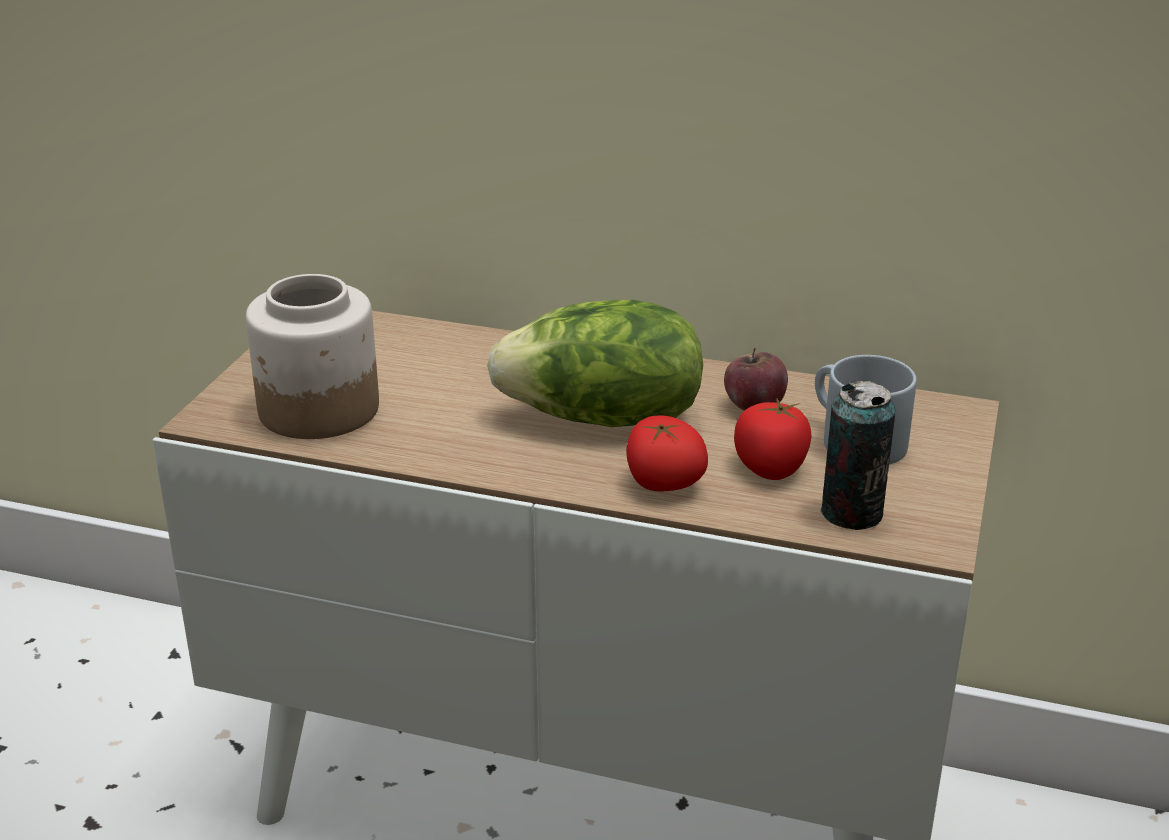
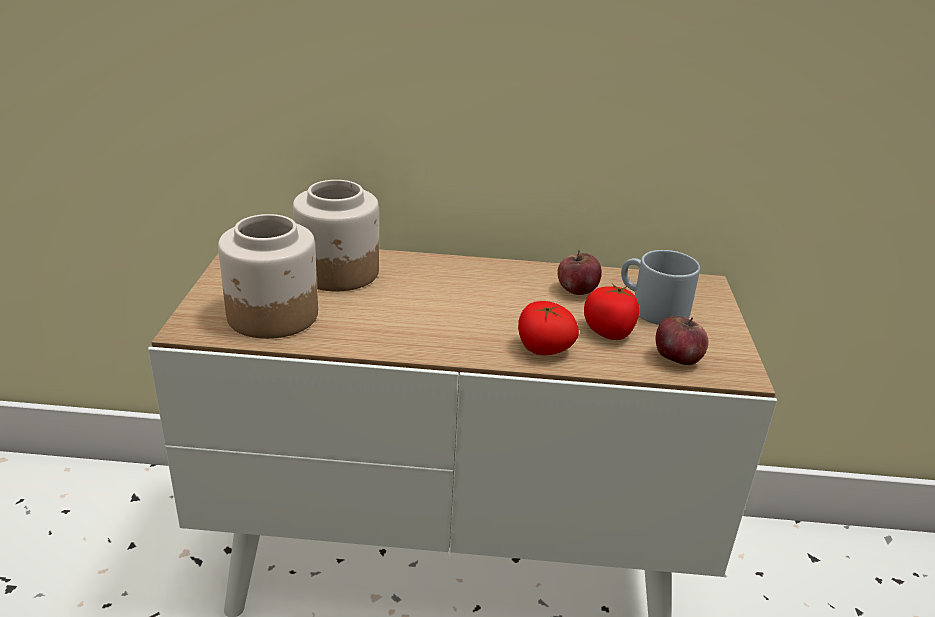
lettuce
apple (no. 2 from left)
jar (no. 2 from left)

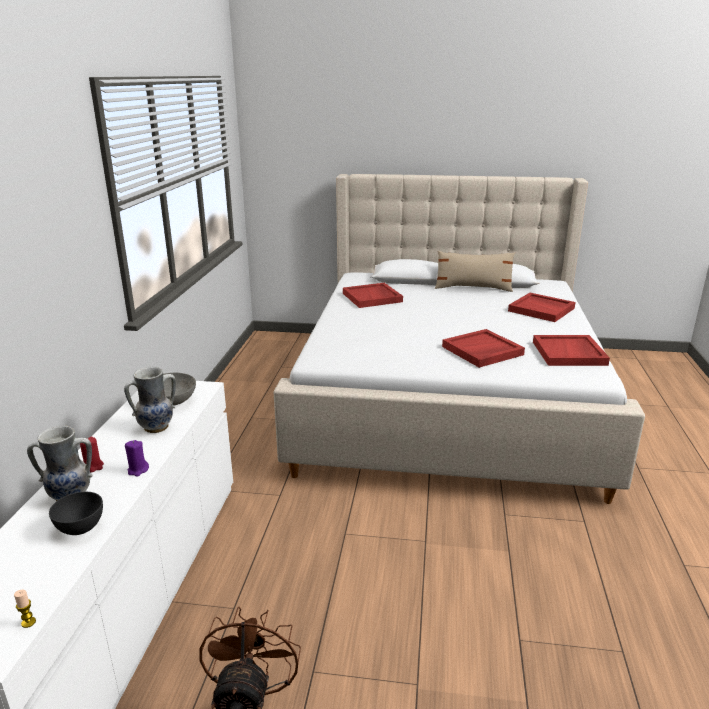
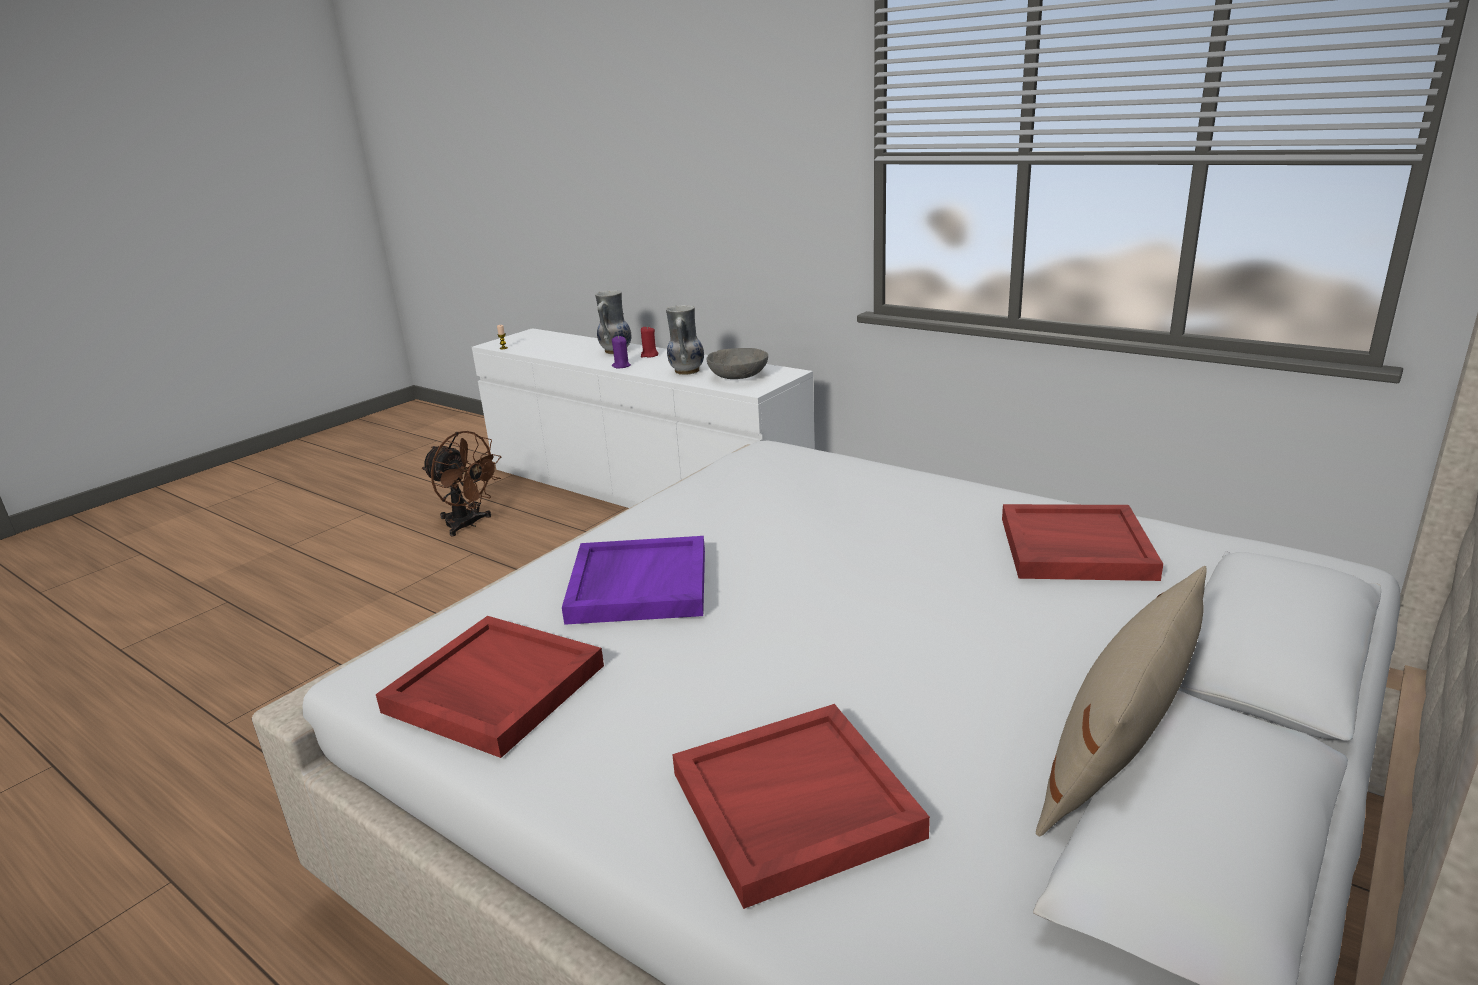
grey bowl (no. 1 from left in the first image)
purple tray

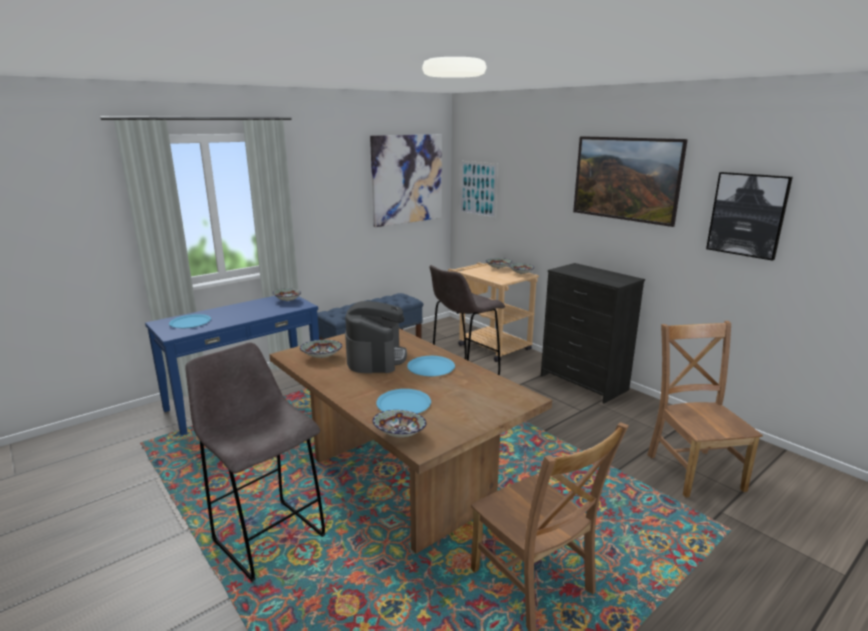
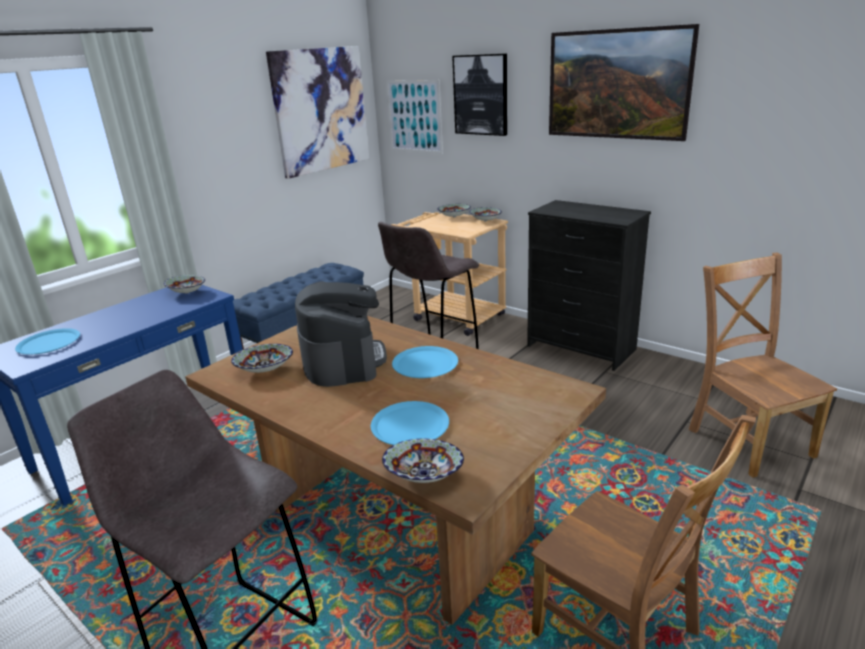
picture (no. 3 from left)

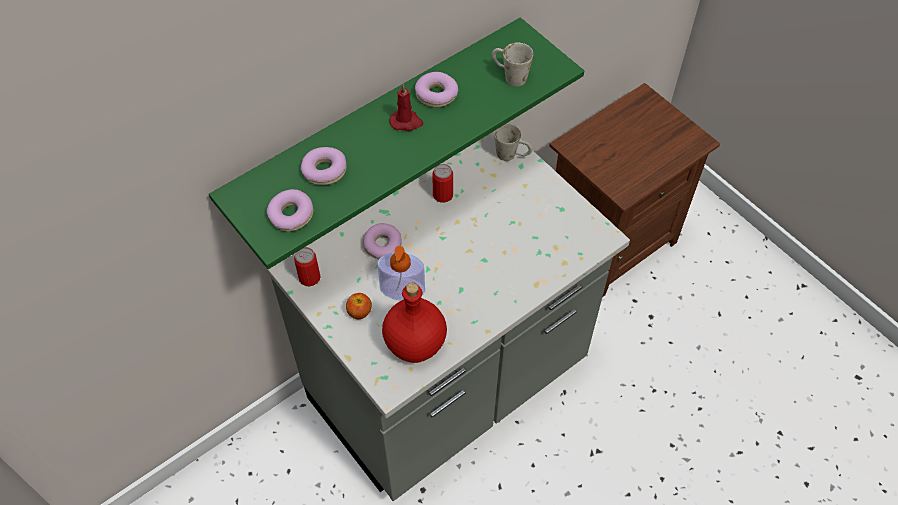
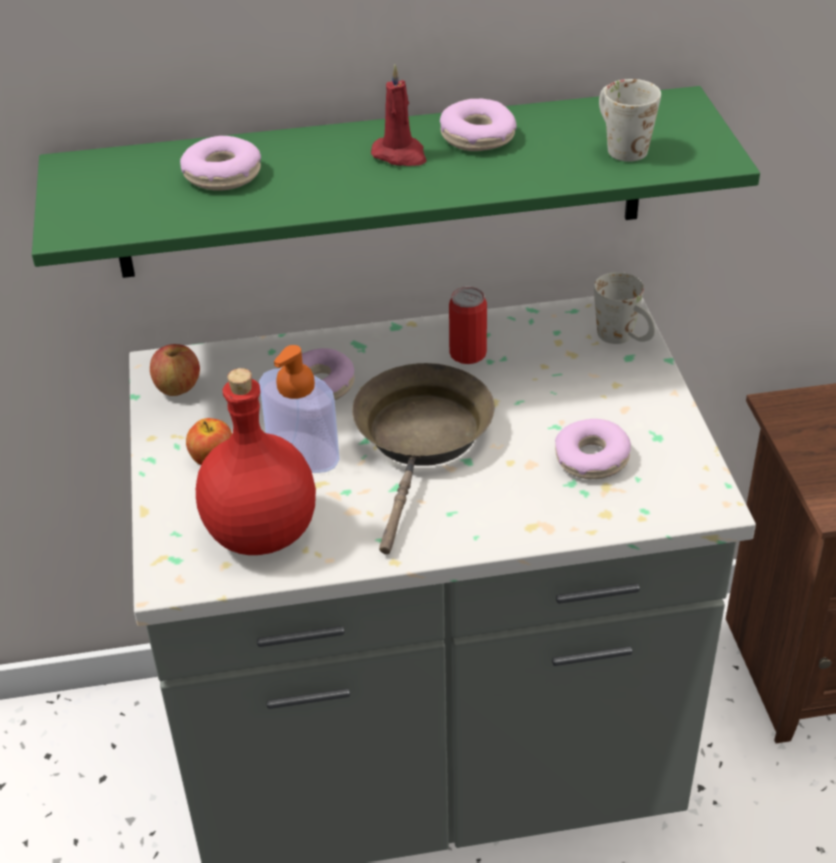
donut (no. 4 from left)
apple (no. 1 from left)
brown frying pan

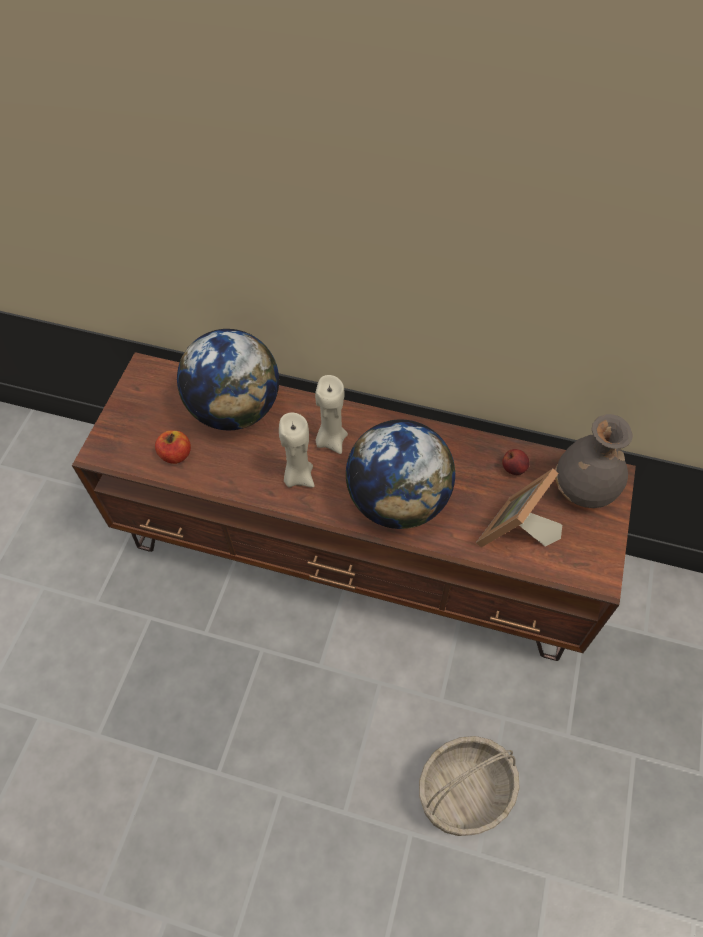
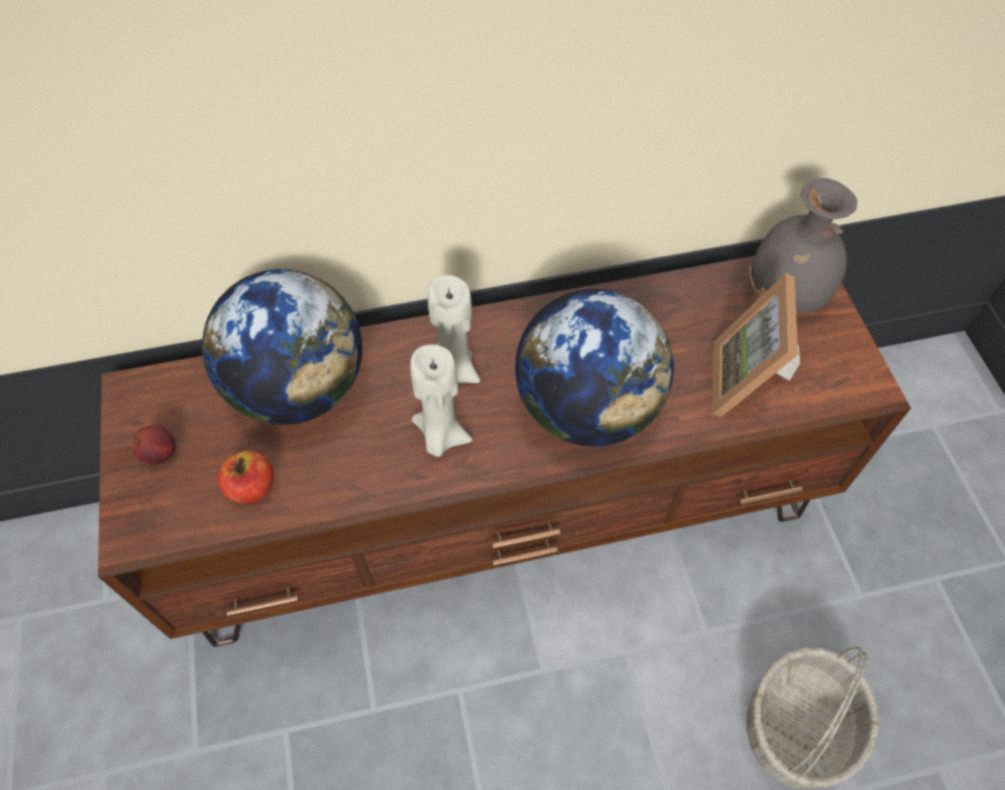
apple (no. 1 from left)

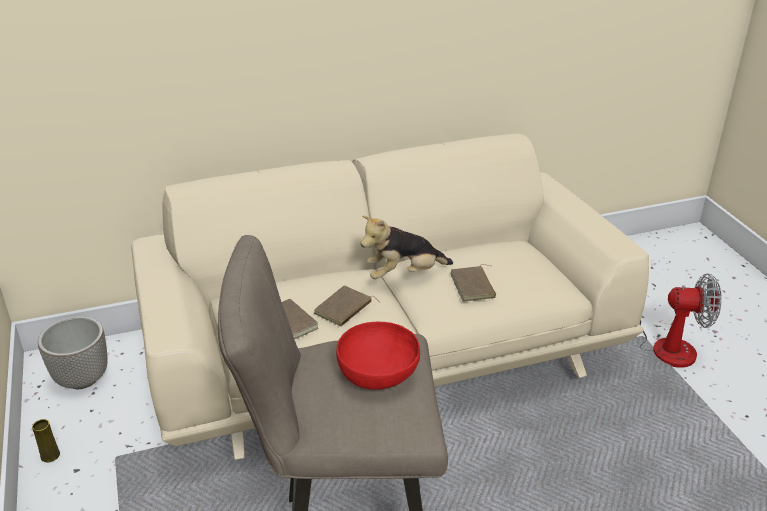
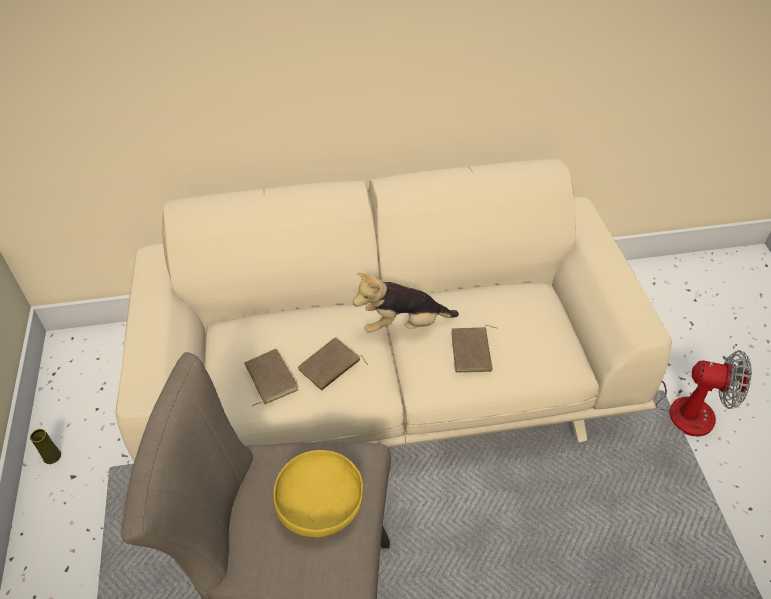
planter
yellow bowl

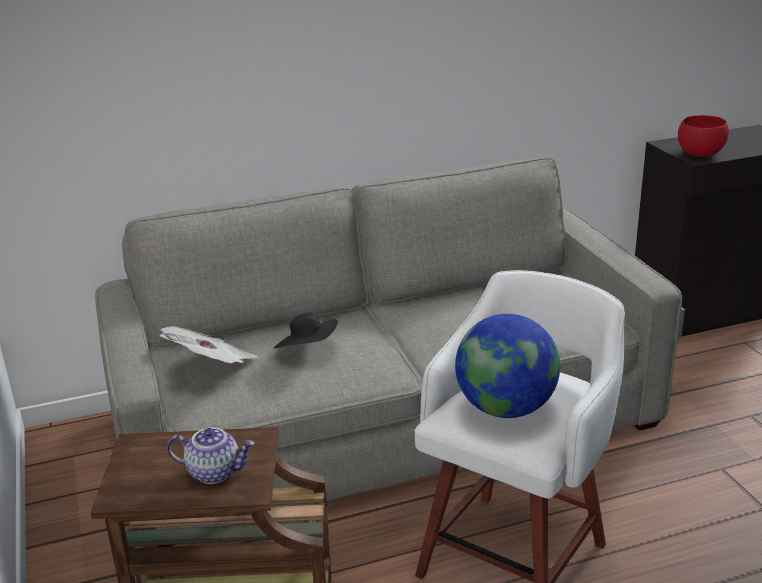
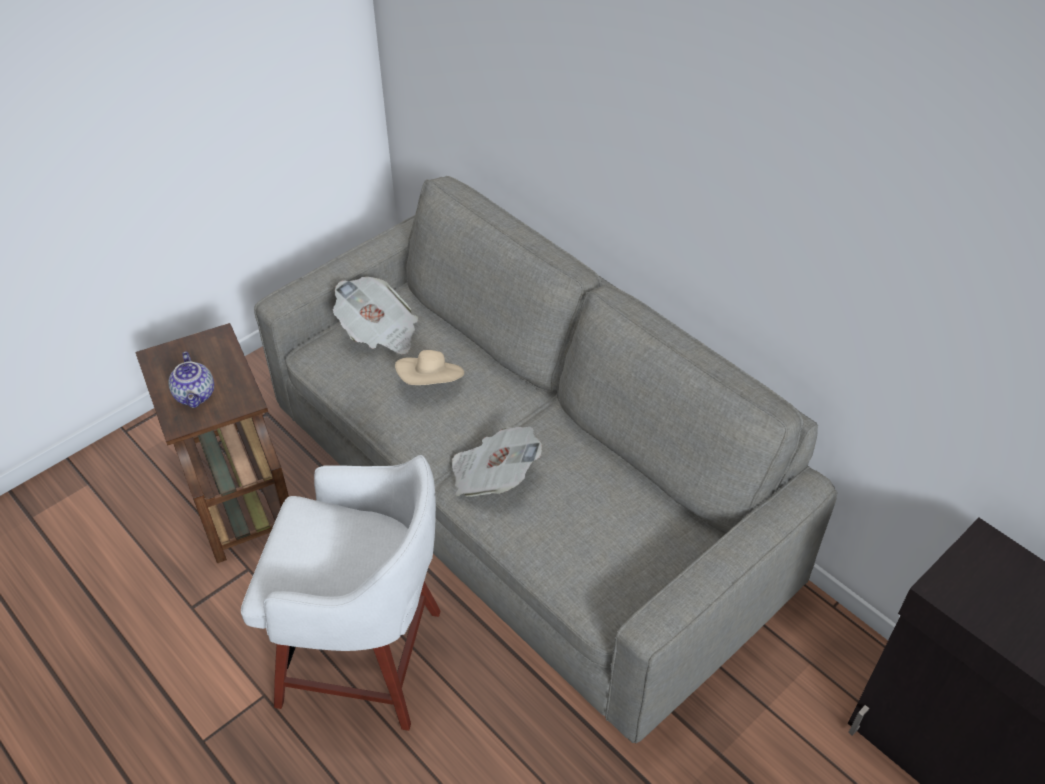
beige hat
globe
red bowl
newspaper (no. 2 from left)

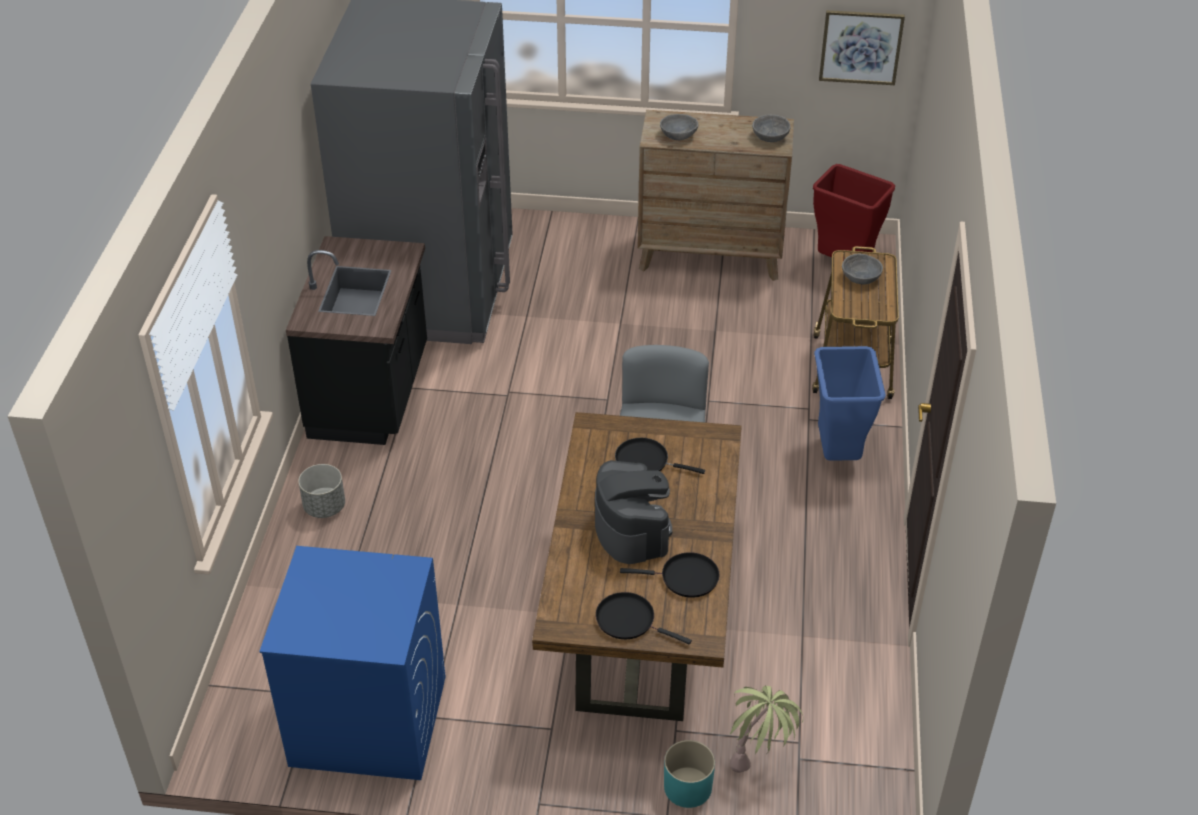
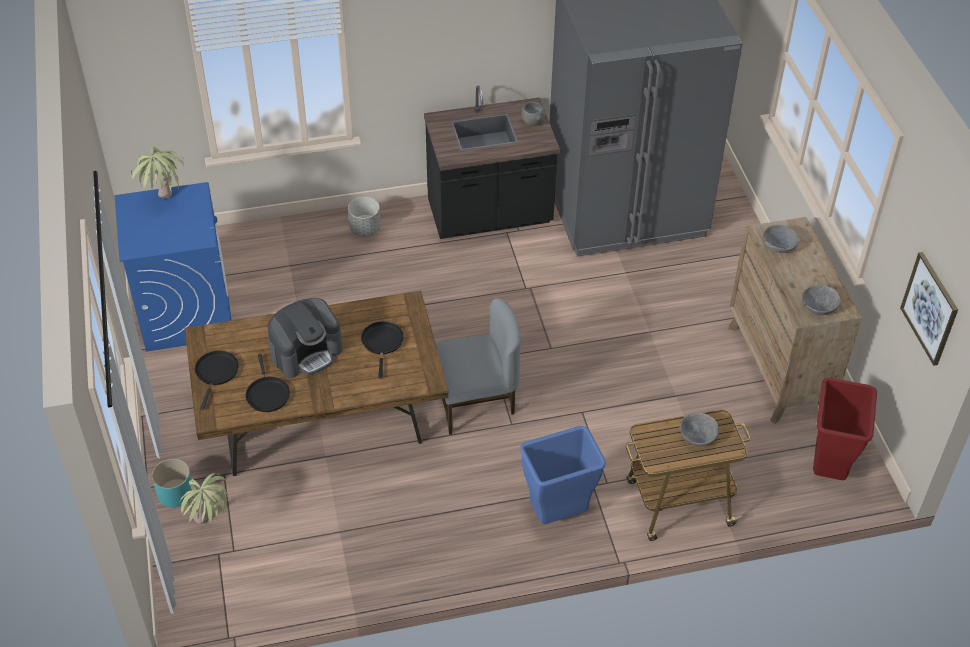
potted plant (no. 1 from left)
grey bowl (no. 1 from left)

